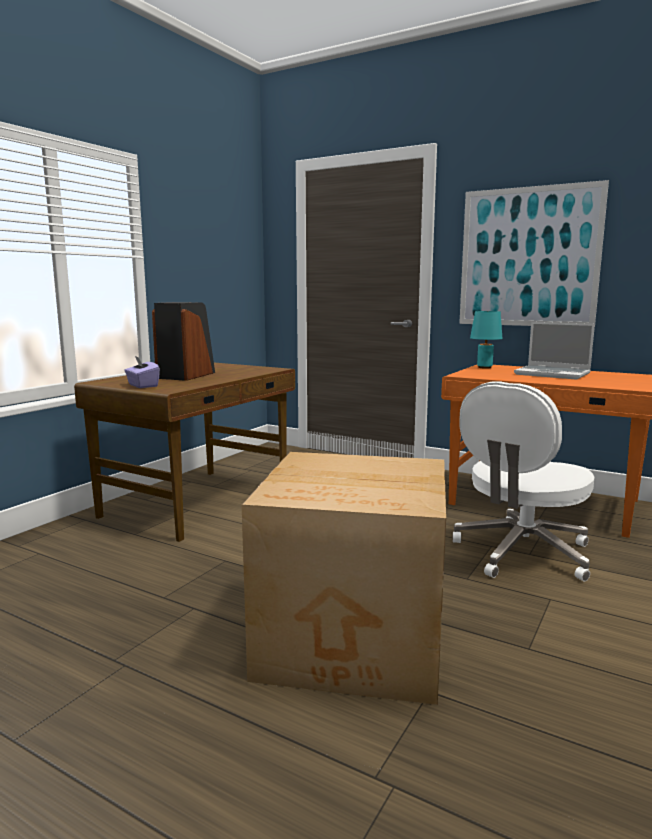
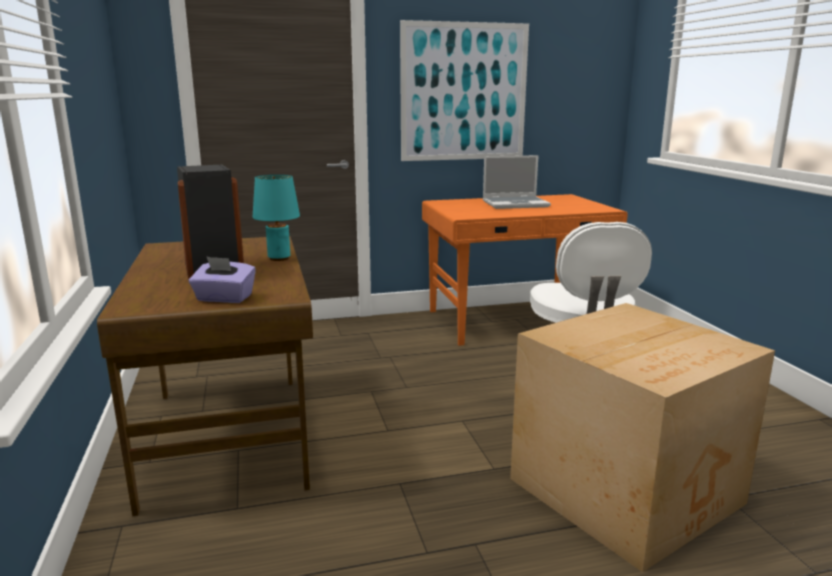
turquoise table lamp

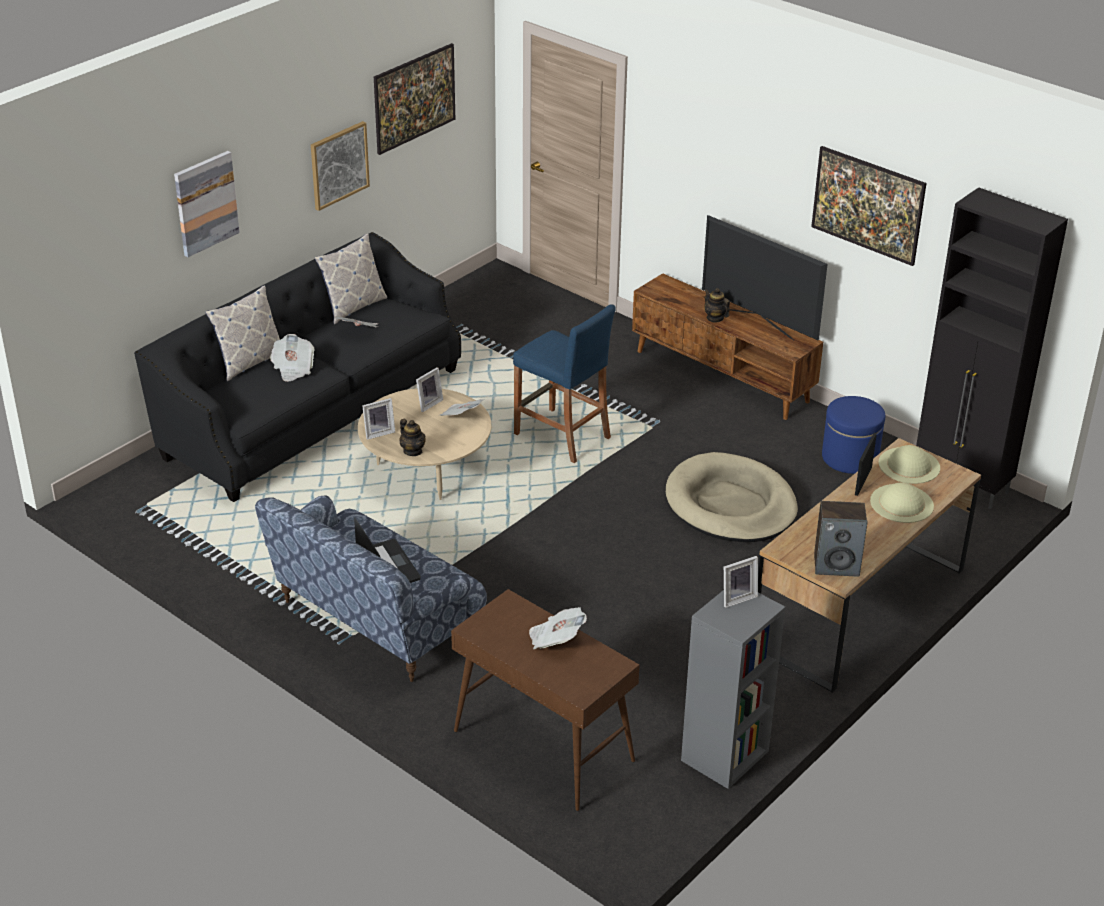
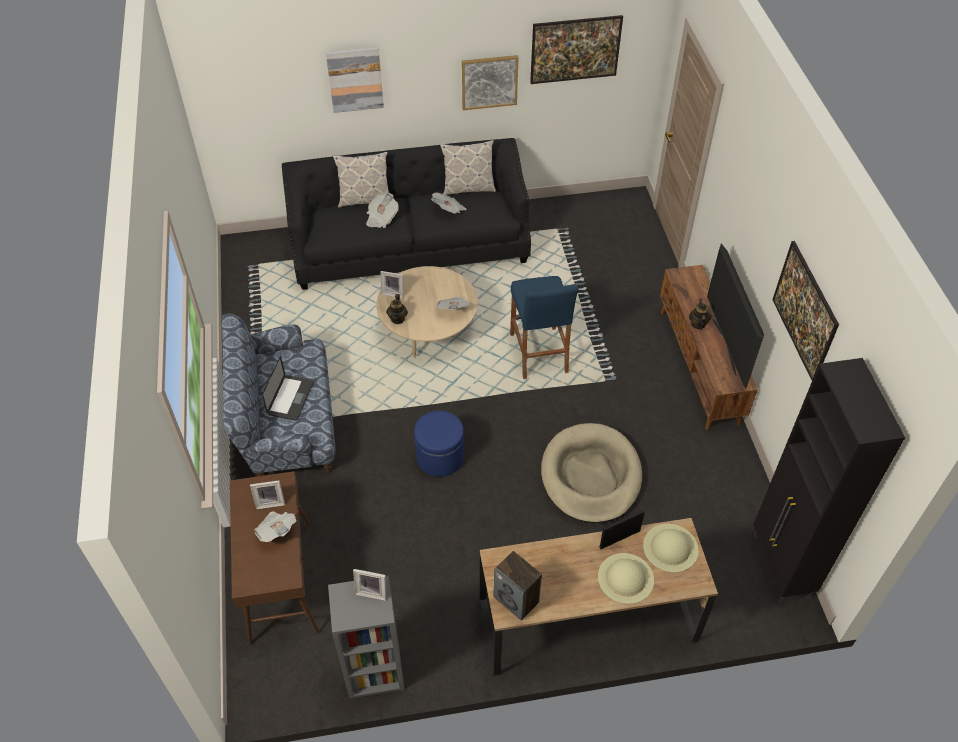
picture frame (no. 1 from left)
blue ottoman

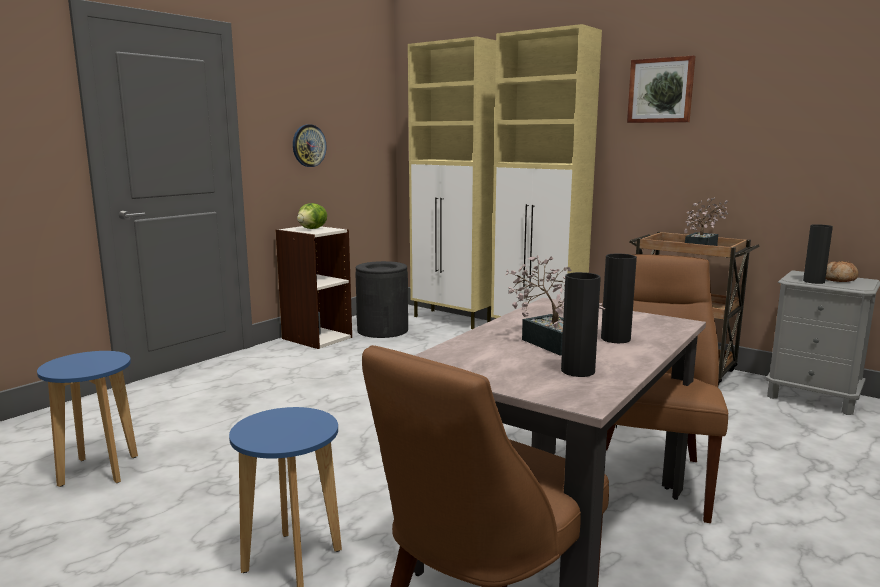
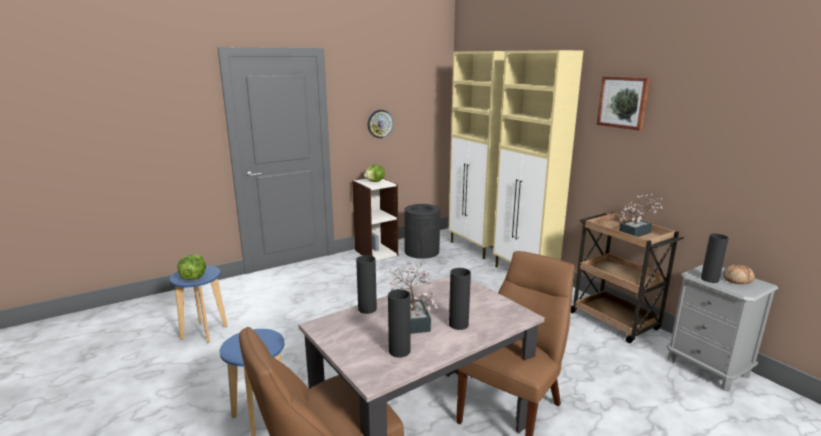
lettuce (no. 1 from left)
black vase (no. 1 from left)

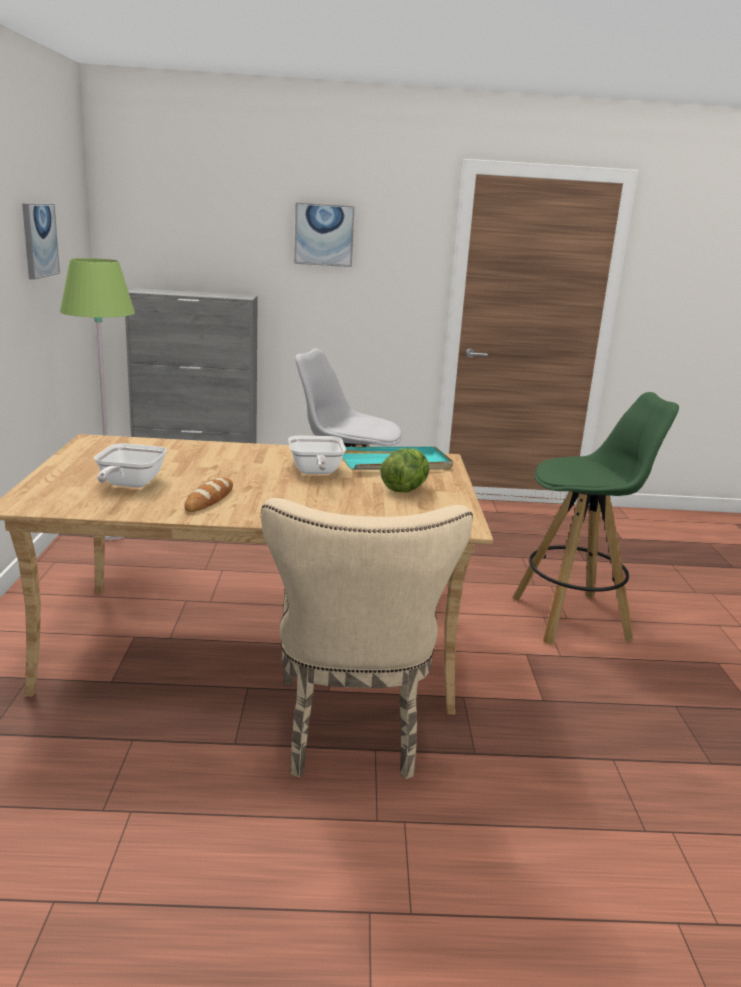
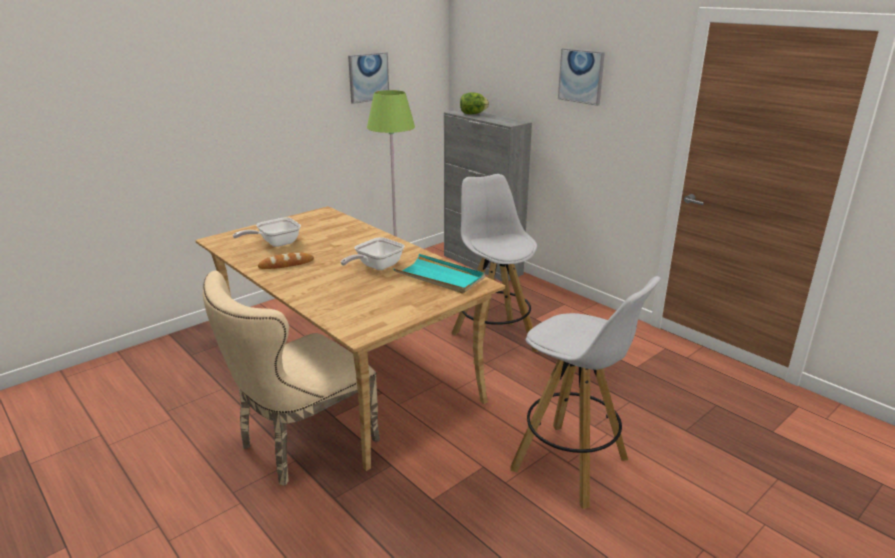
lettuce
white stool (no. 2 from left)

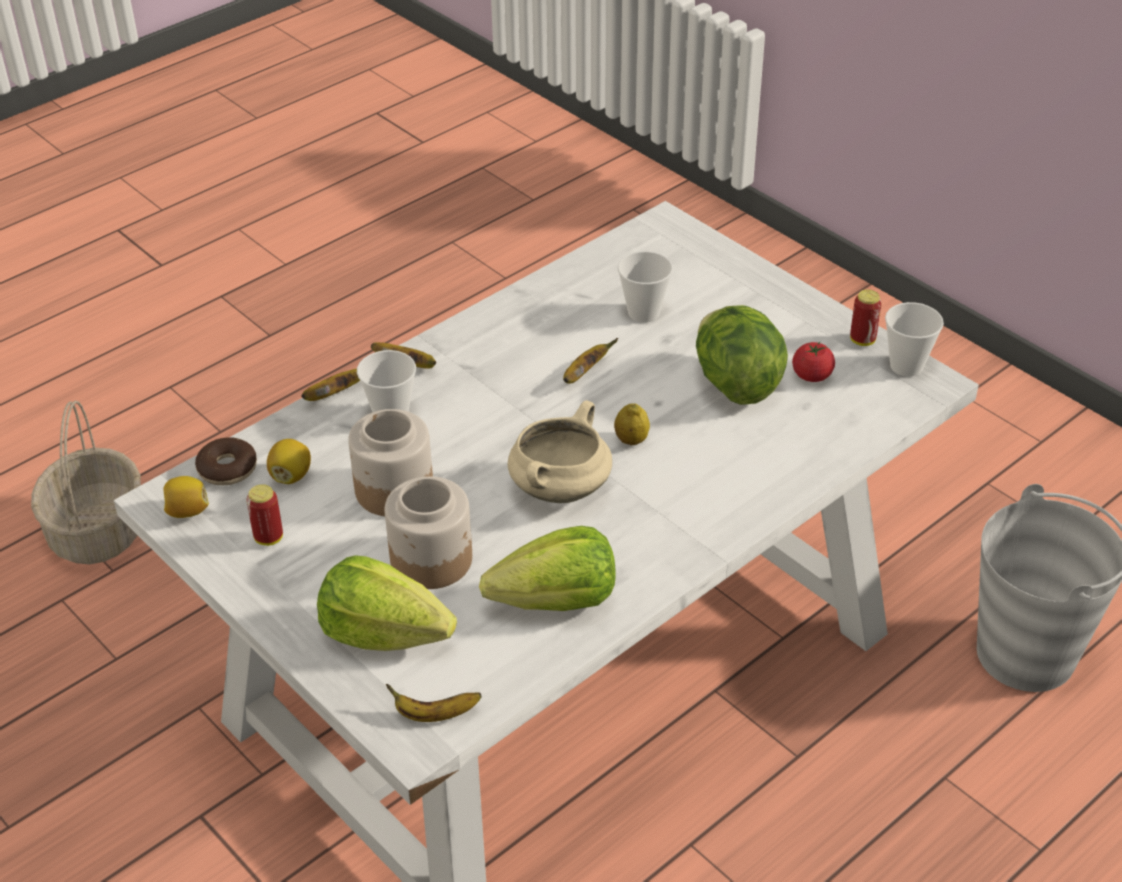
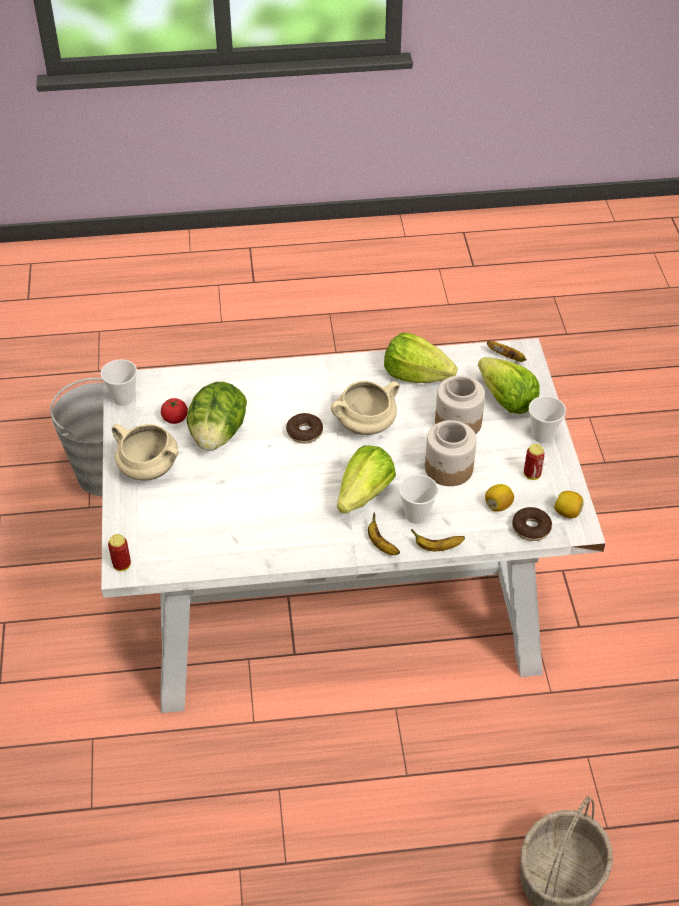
banana (no. 4 from left in the first image)
donut (no. 1 from left)
cup (no. 3 from left)
can (no. 1 from left)
beige cooking pot (no. 1 from left)
lettuce (no. 2 from left)

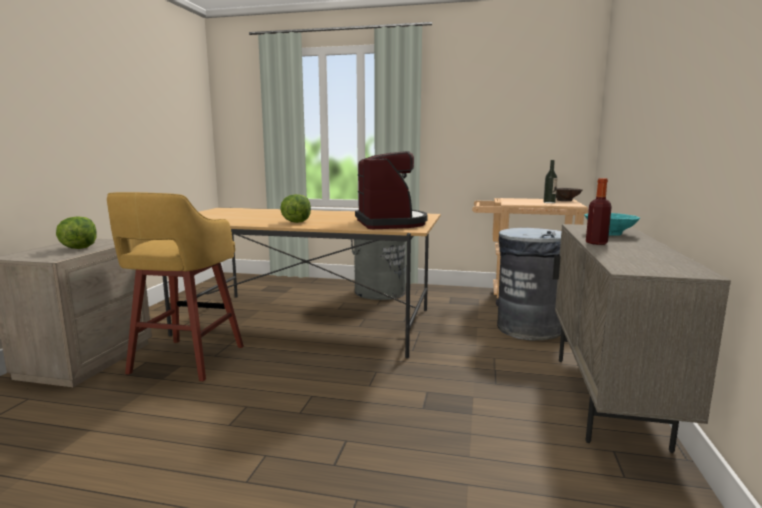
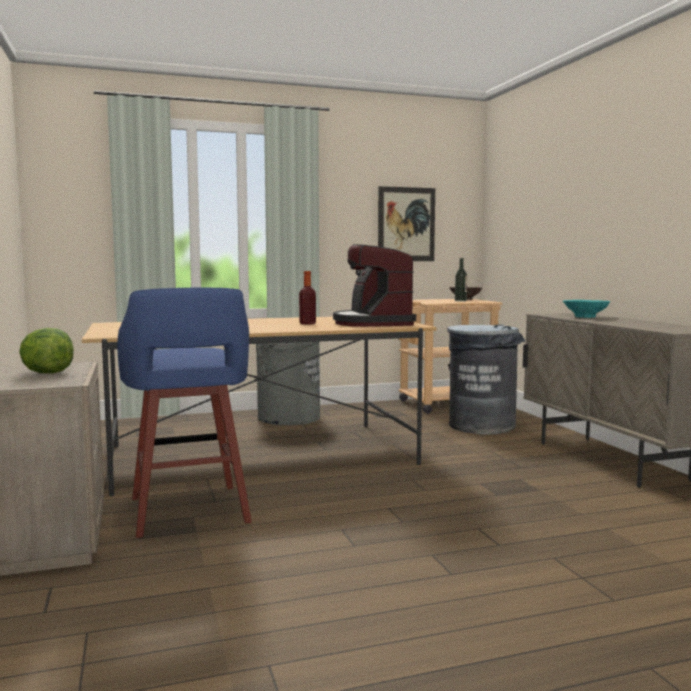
blue stool
lettuce (no. 2 from left in the first image)
coffee machine
bottle (no. 1 from left)
picture

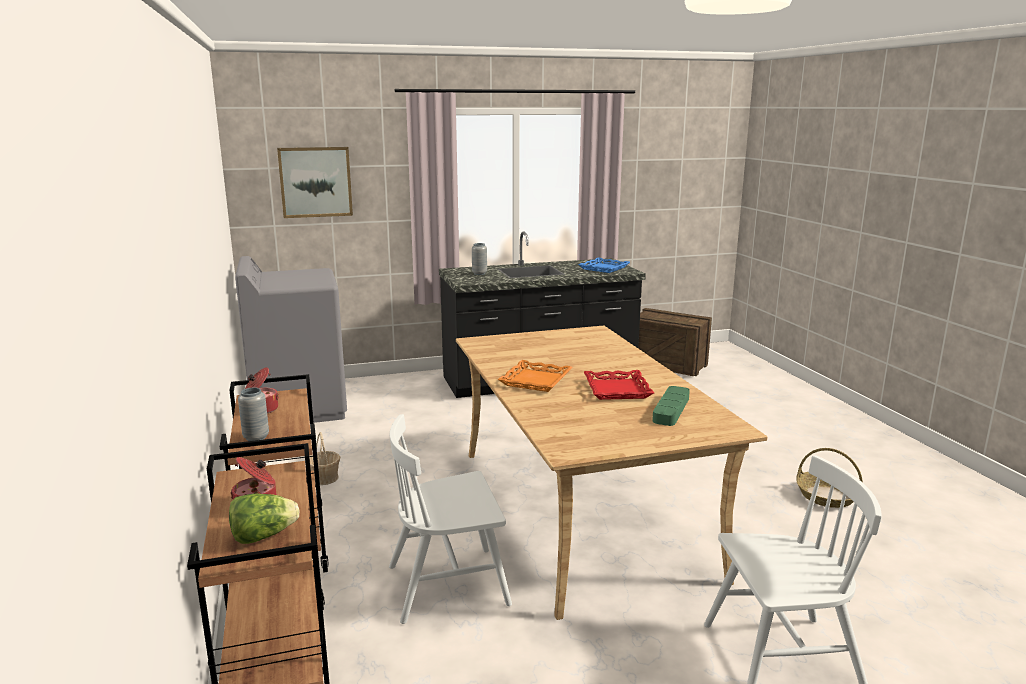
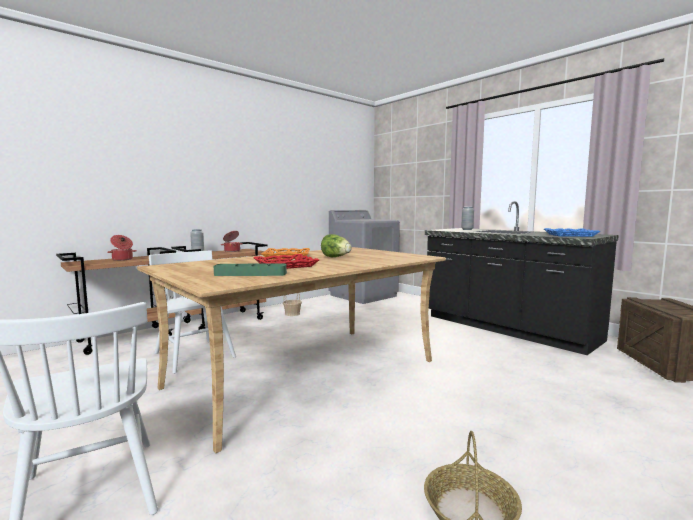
lettuce
picture

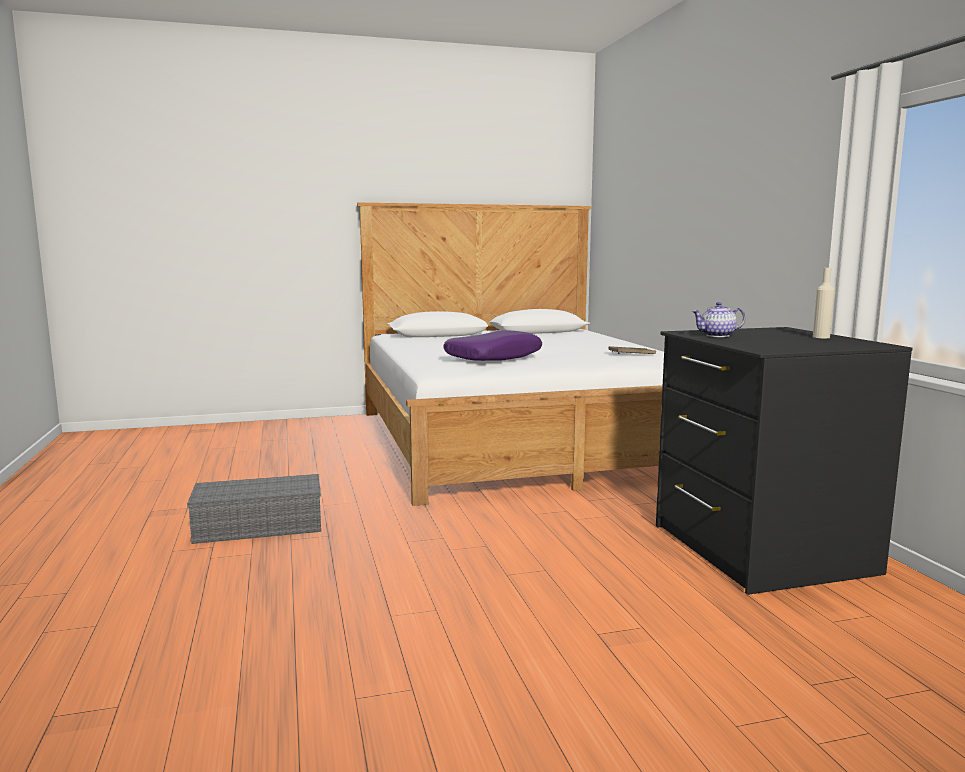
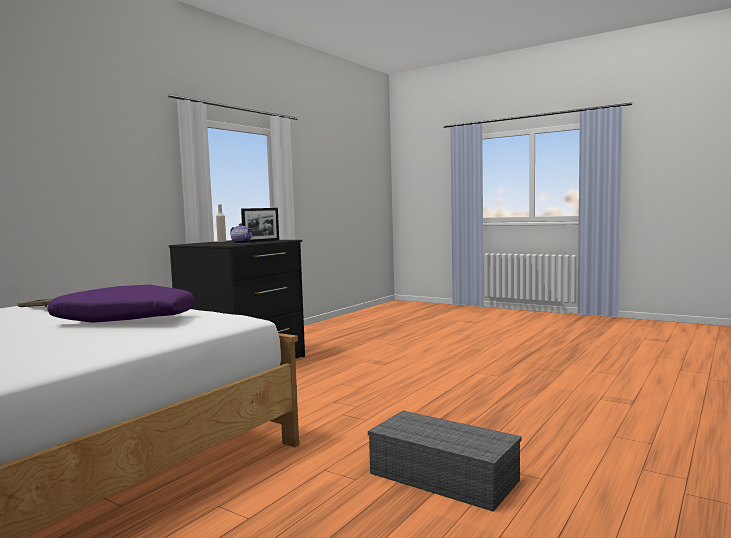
picture frame

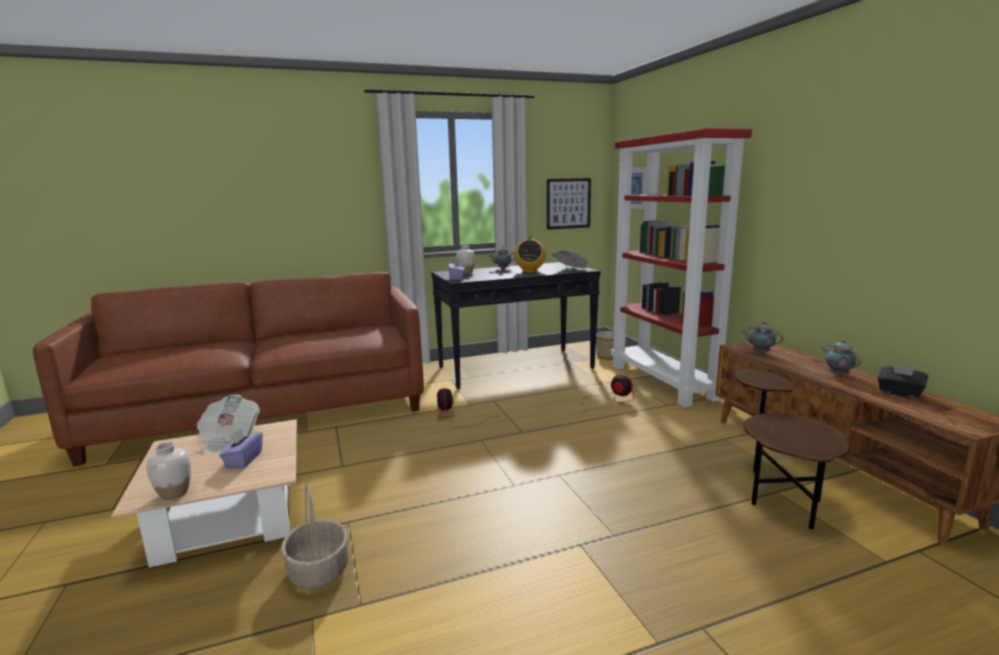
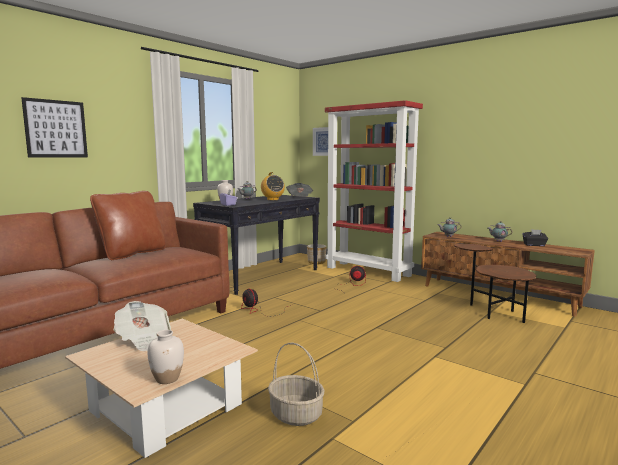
purple tissue box (no. 1 from left in the first image)
picture (no. 1 from left)
brown pillow

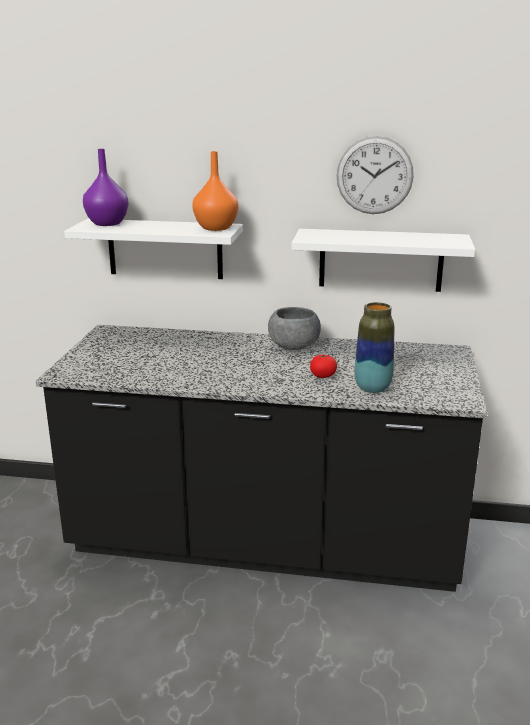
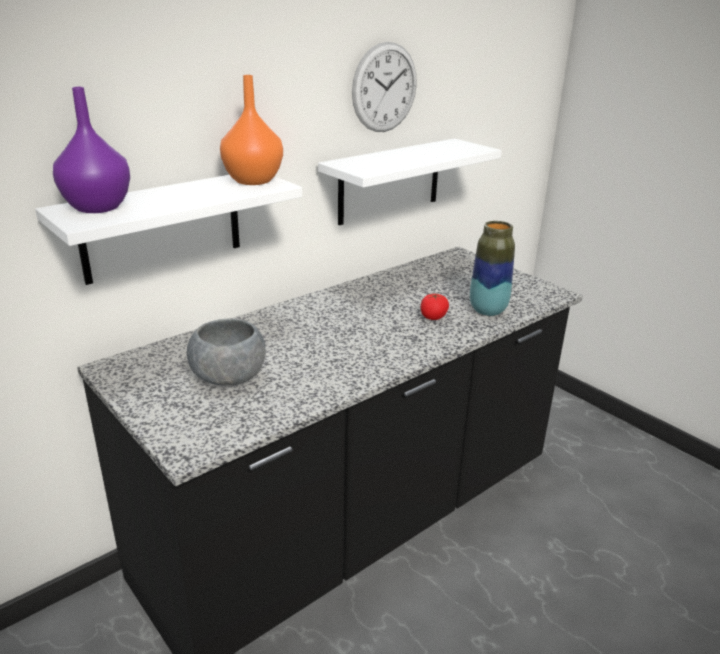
grey bowl

